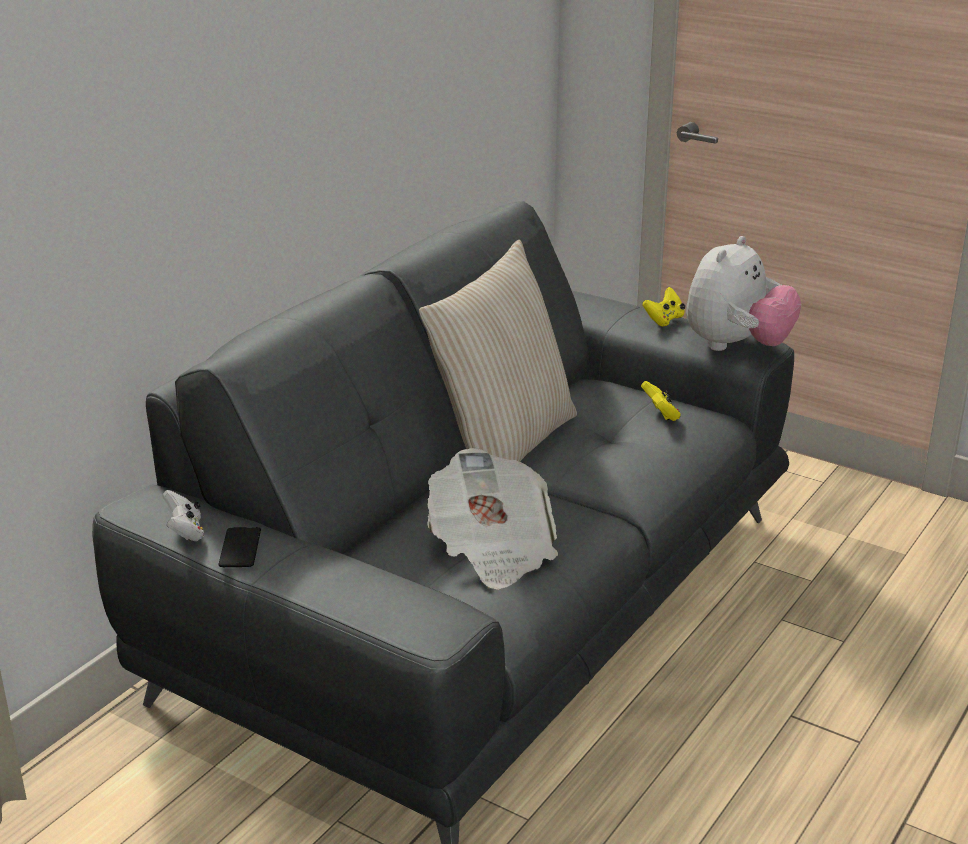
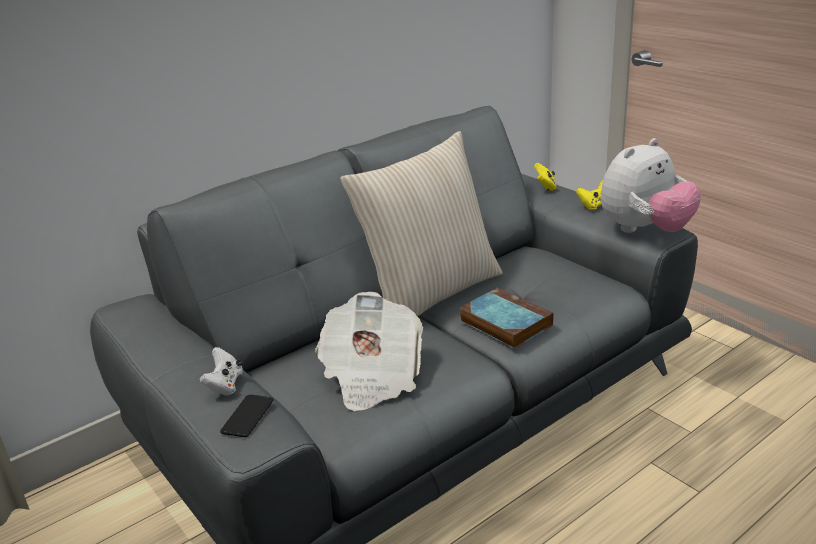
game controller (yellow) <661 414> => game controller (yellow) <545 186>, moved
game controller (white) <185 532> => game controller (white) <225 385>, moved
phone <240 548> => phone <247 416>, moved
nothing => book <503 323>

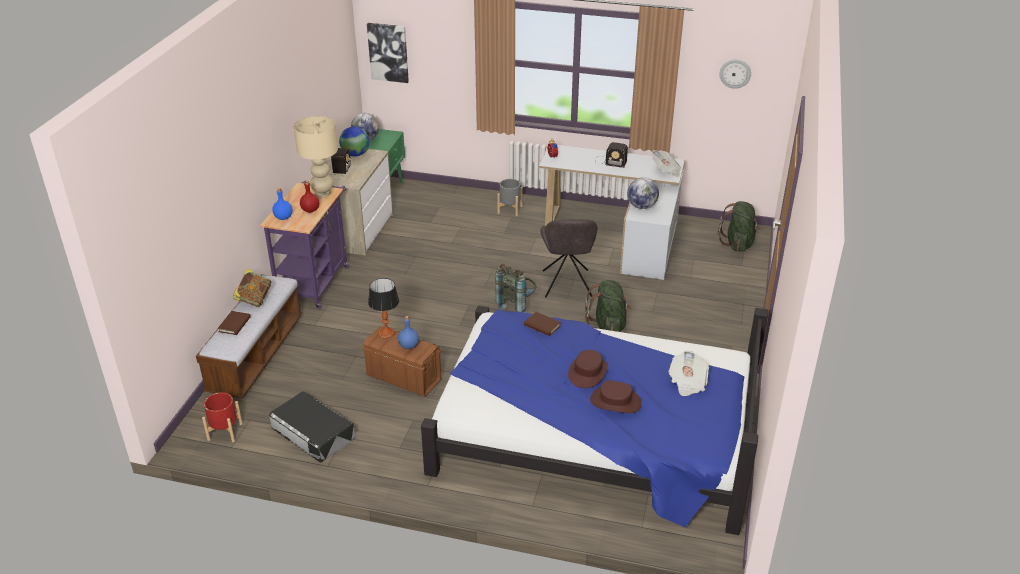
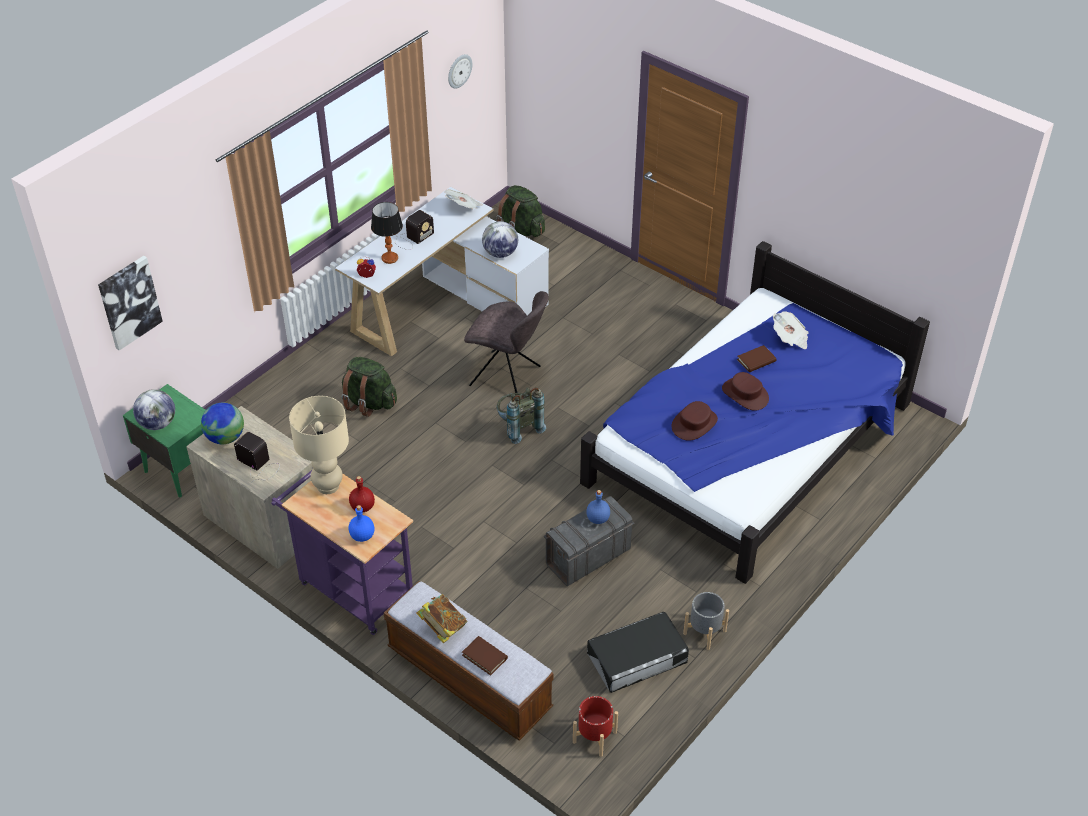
planter (grey) <509 209> => planter (grey) <704 632>, moved
table lamp <386 333> => table lamp <389 258>, moved
backpack (green) <608 326> => backpack (green) <369 402>, moved
book (brown) <542 325> => book (brown) <756 360>, moved
storage box (brown) <403 377> => storage box (grey) <587 557>
hat (brown) <615 401> => hat (brown) <694 424>, moved

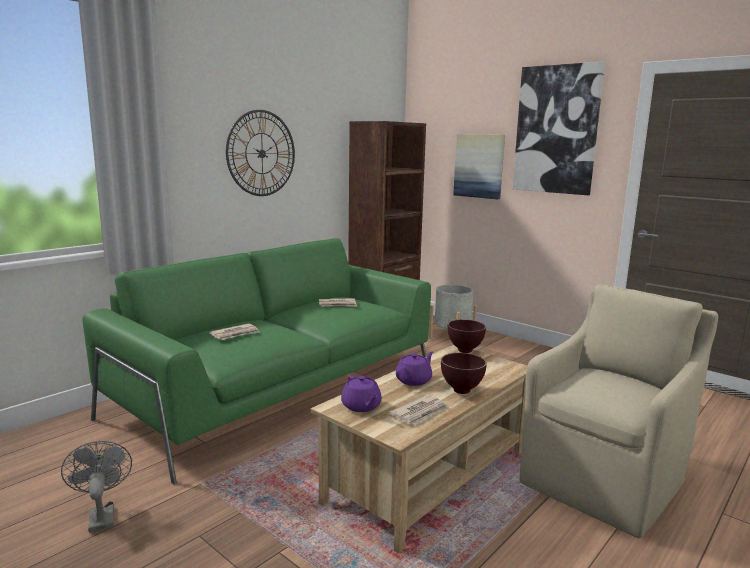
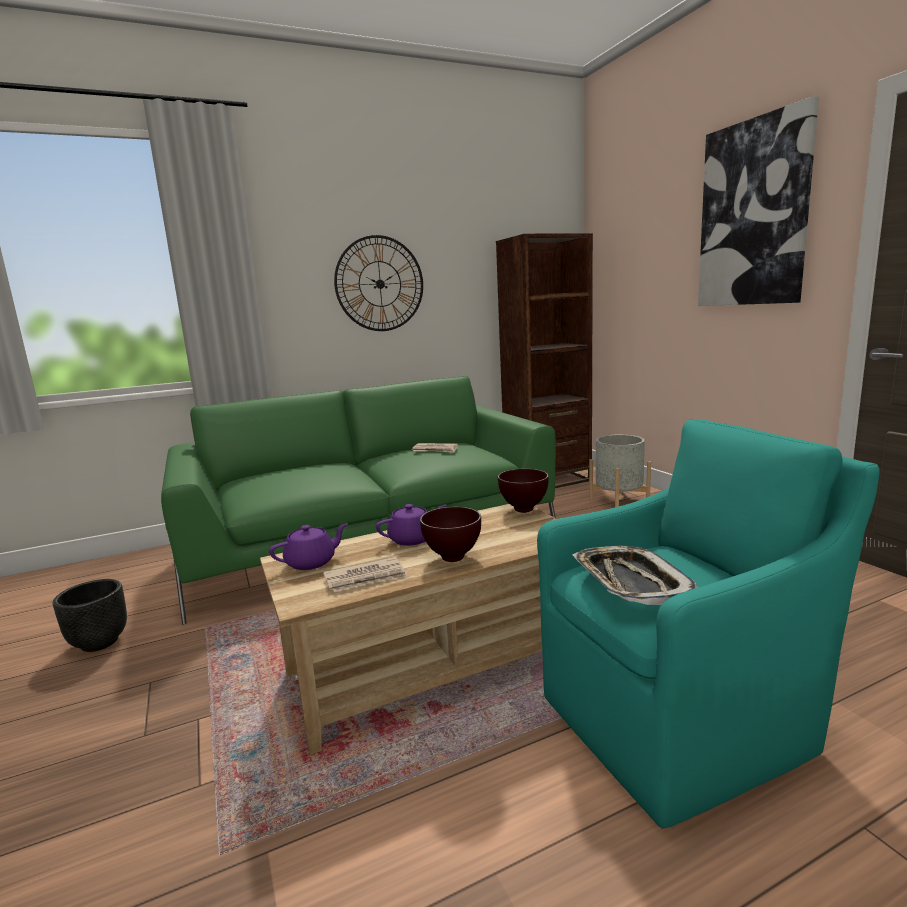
picture <479 166> => nothing
armchair (beige) <605 480> => armchair (turquoise) <680 721>
newspaper <235 334> => nothing
teapot (purple) <361 406> => teapot (purple) <312 562>, 120 degrees counterclockwise
fan (grey) <101 515> => planter (black) <98 643>
nothing => tray <630 581>

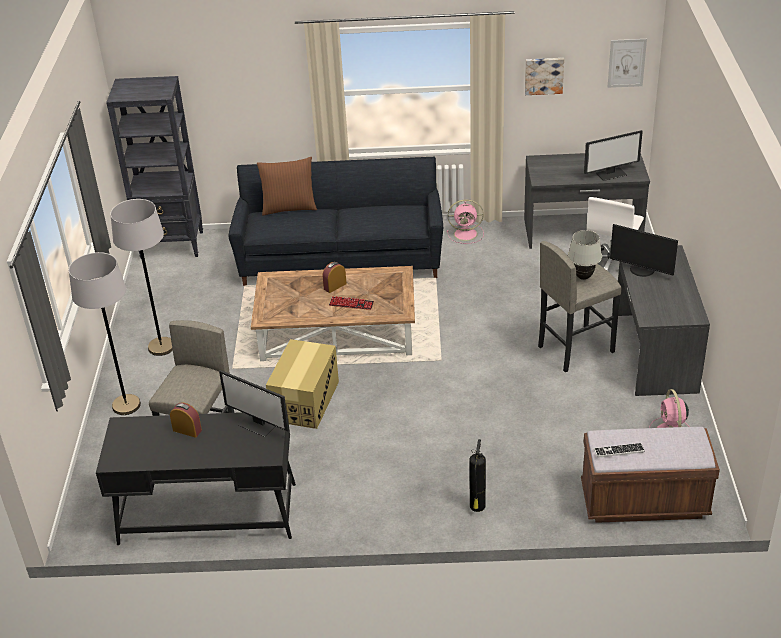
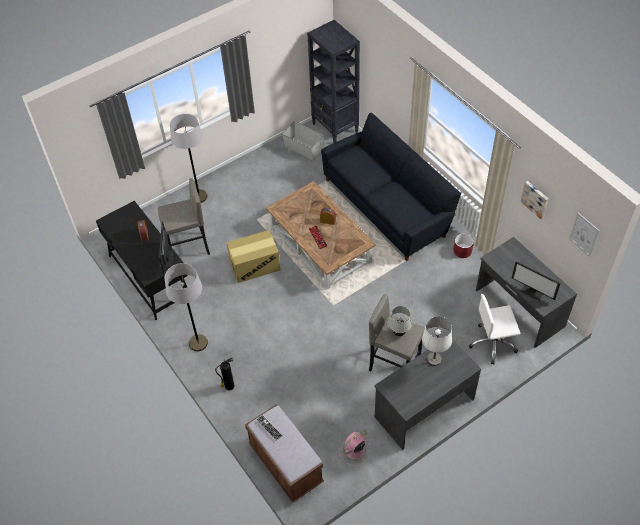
pillow (brown) <289 208> => nothing
floor lamp (grey) <161 347> => floor lamp (grey) <198 343>, moved
fan (pink) <466 234> => planter (red) <462 251>
monitor <641 270> => table lamp (white) <434 359>
nothing => storage box (grey) <303 148>

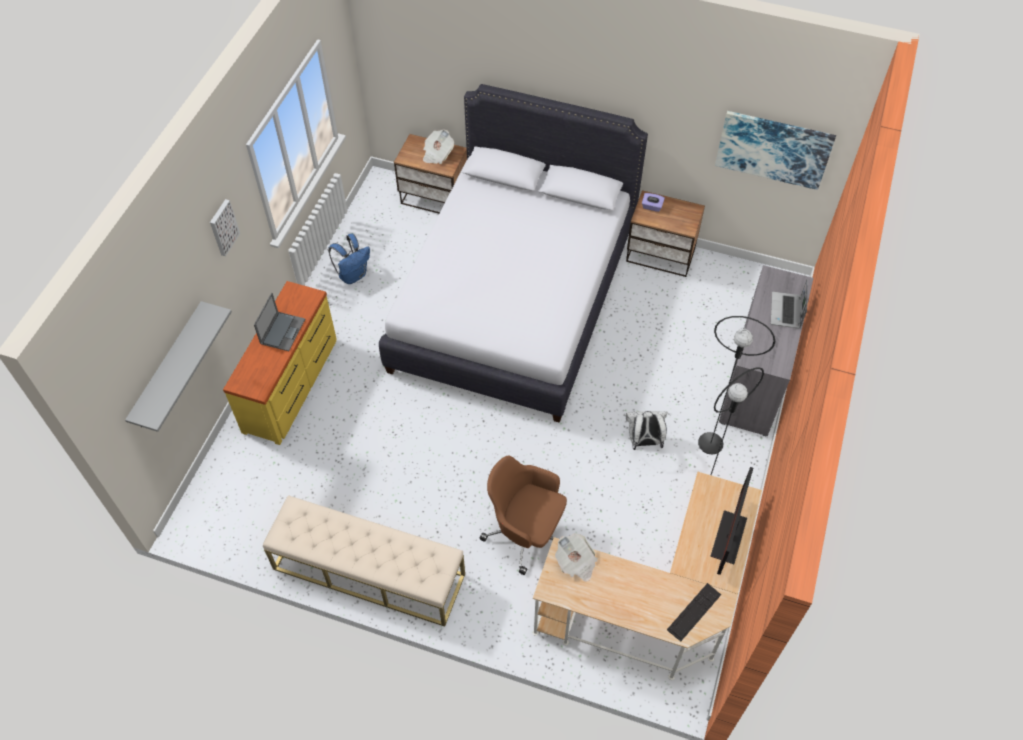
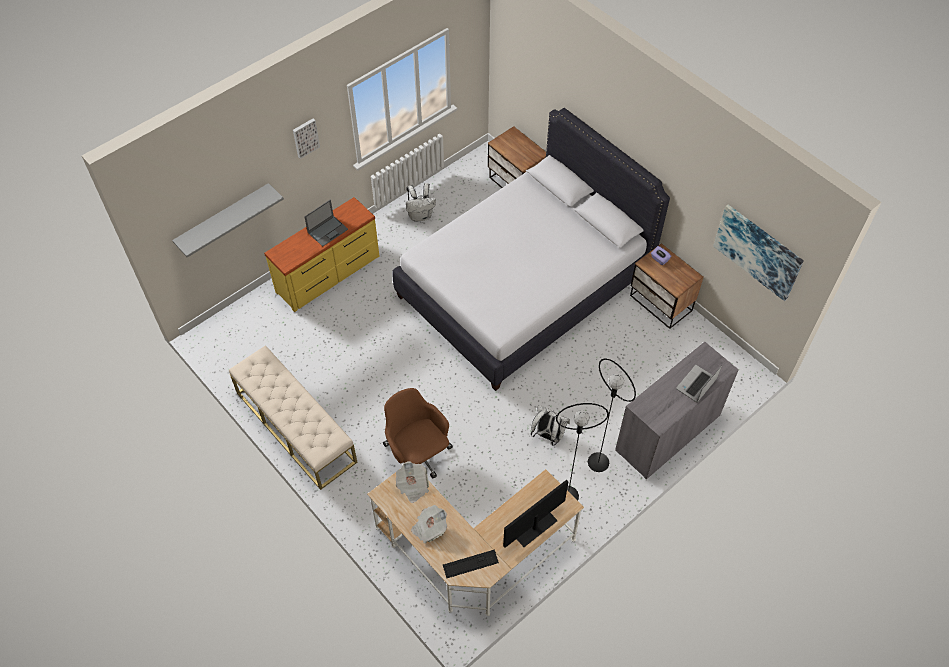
newspaper <437 154> => newspaper <429 528>, moved
backpack (blue) <353 275> => backpack (white) <420 215>

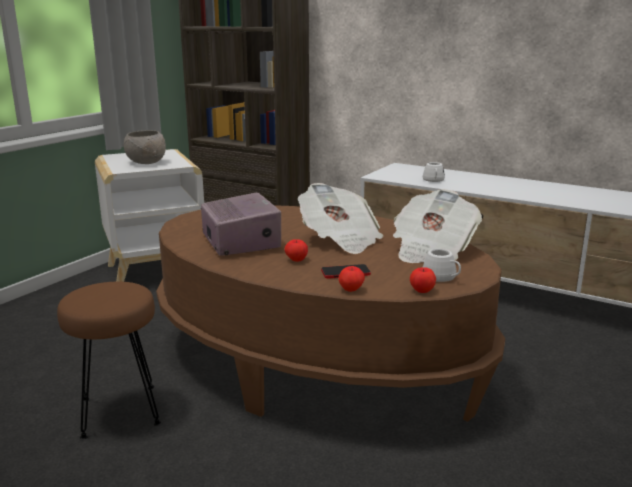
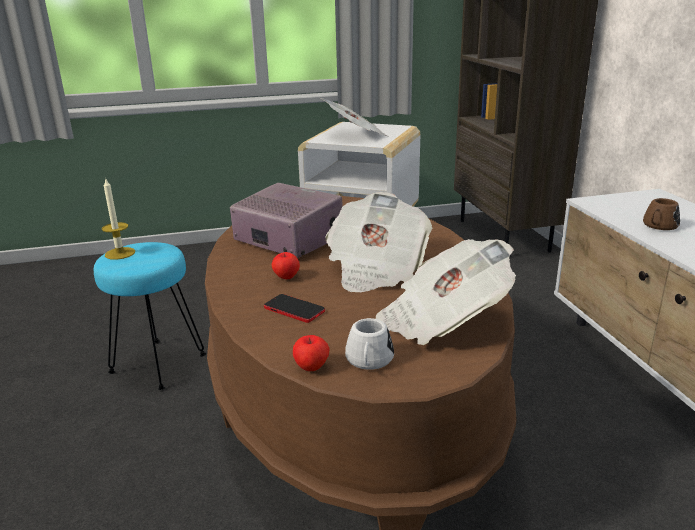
bowl (grey) <146 162> => newspaper <355 135>
mug (white) <433 180> => mug (brown) <658 226>
radio <241 242> => radio <288 240>, 75 degrees counterclockwise
apple <351 290> => nothing
stool (brown) <119 412> => stool (turquoise) <157 364>
nothing => candle <120 253>

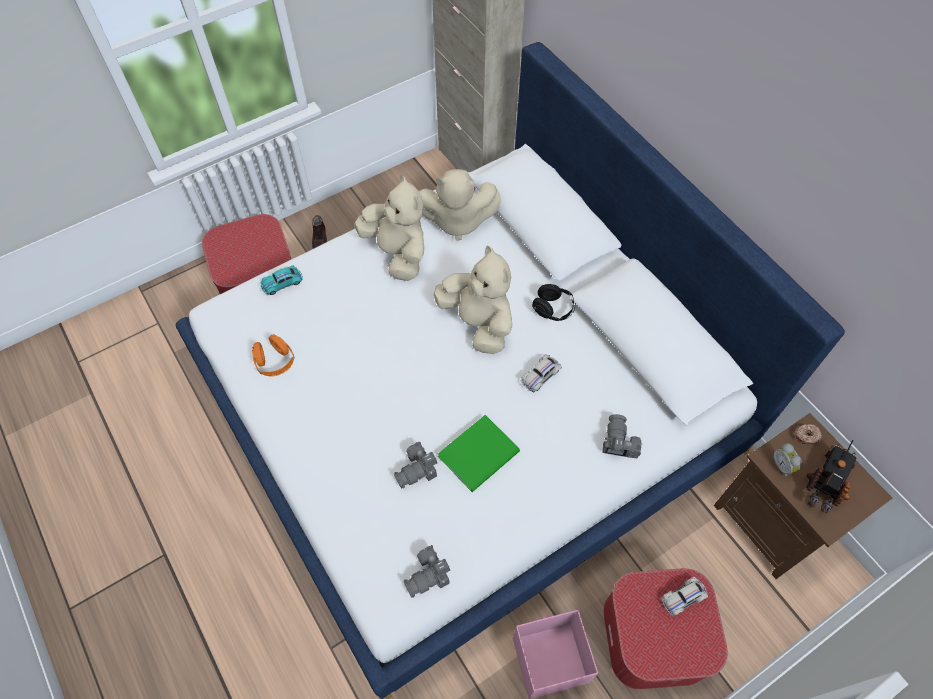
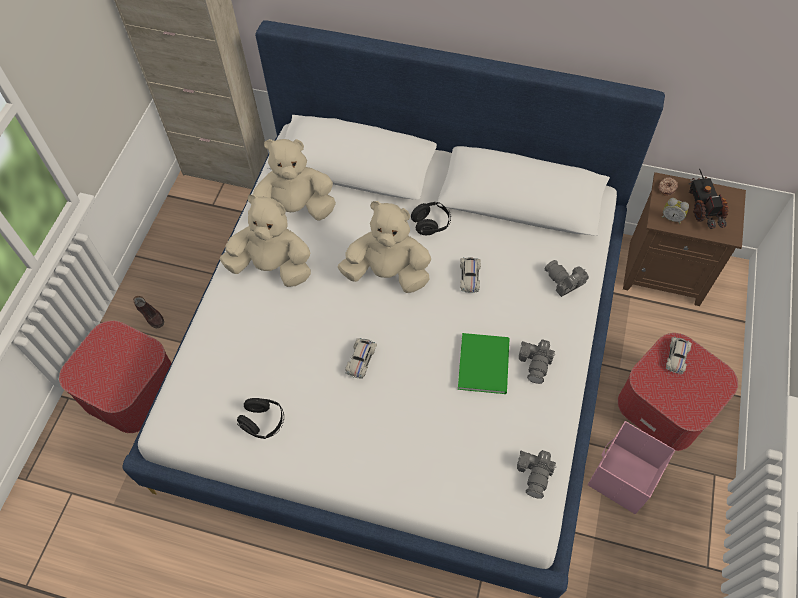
plush toy (beige) <458 221> => plush toy (beige) <295 209>, 150 degrees counterclockwise
toy car (turquoise) <282 283> => nothing
headphones (orange) <275 362> => headphones (black) <263 422>
photo camera <417 470> => photo camera <536 364>, moved
nothing => toy car (white) <361 360>

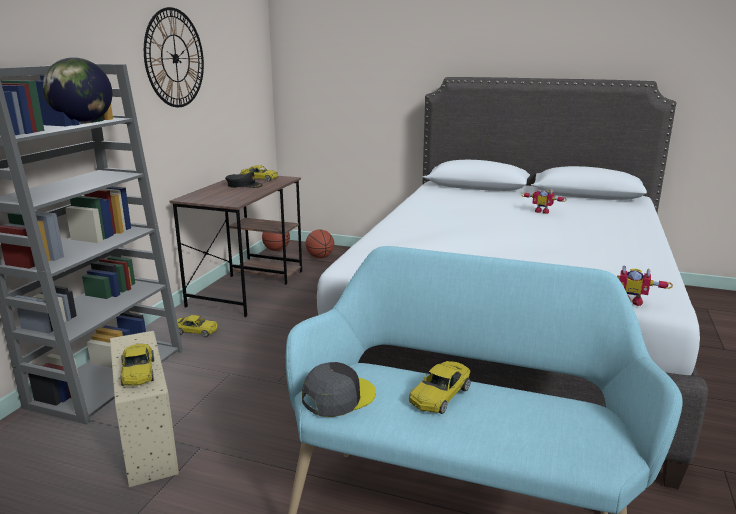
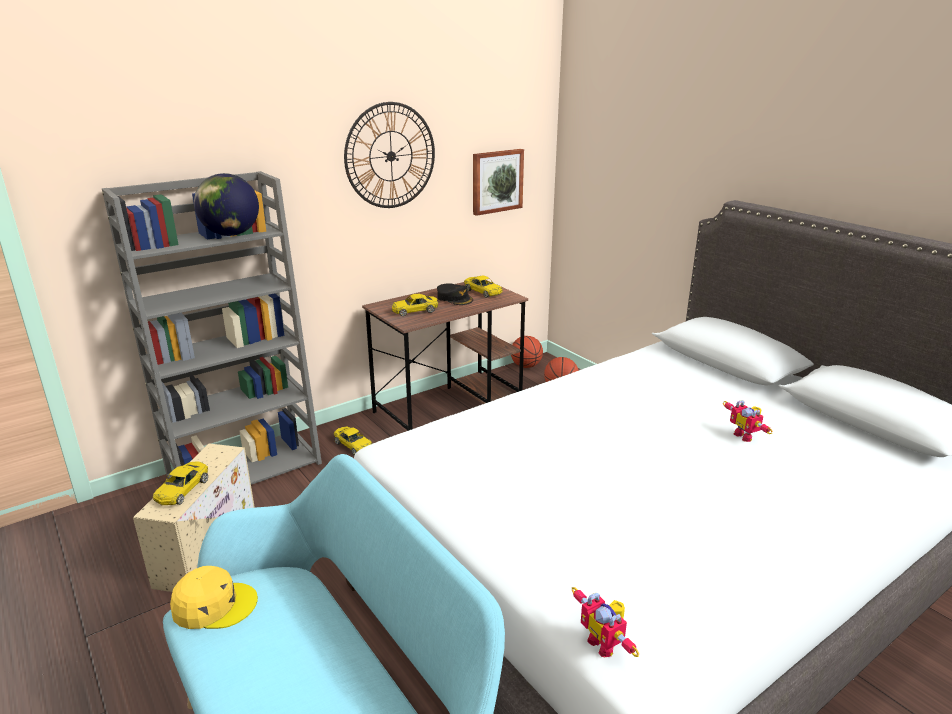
toy car (yellow) <440 395> => toy car (yellow) <415 311>, moved
cap (grey) <338 397> => cap (yellow) <214 605>
nothing => picture <496 181>

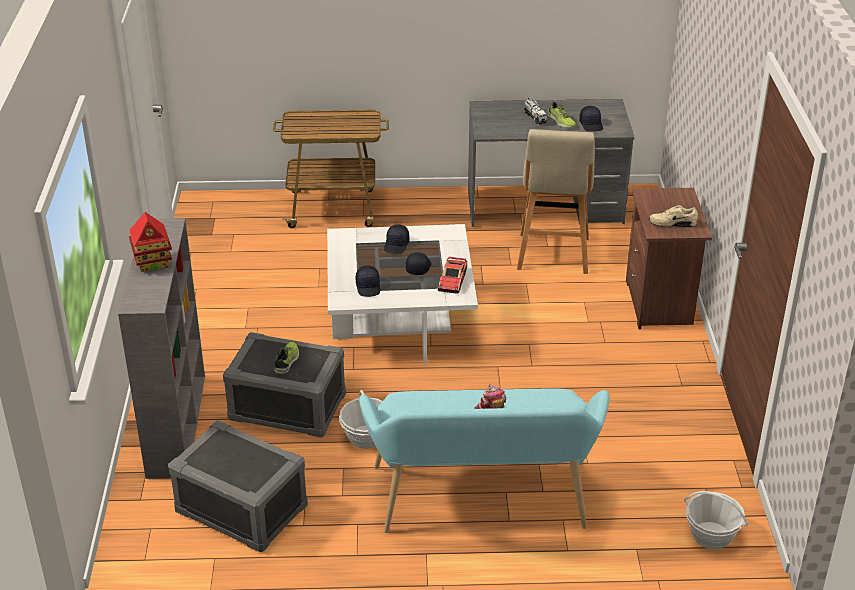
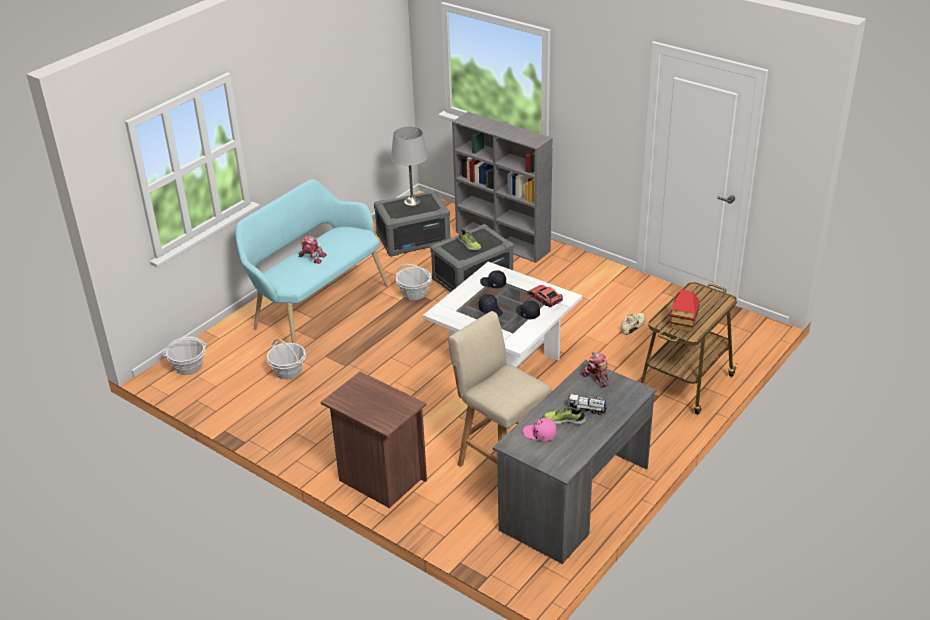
cap (black) <591 124> => cap (pink) <539 434>
shoe (beige) <672 223> => shoe (beige) <633 326>, moved
toy house <153 263> => toy house <683 324>, moved
toy car <452 280> => toy car <544 298>, moved
nothing => table lamp (grey) <412 201>
nothing => basket <288 371>
nothing => toy robot <596 377>

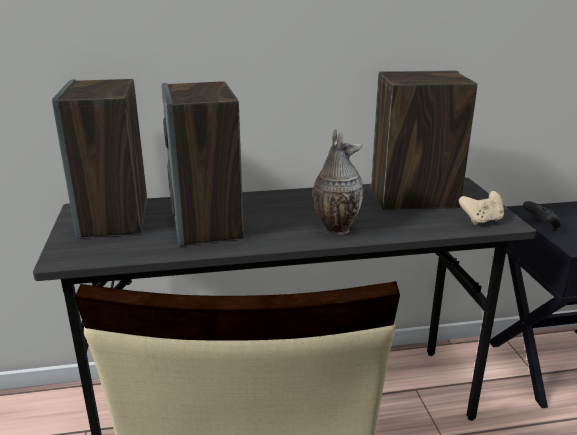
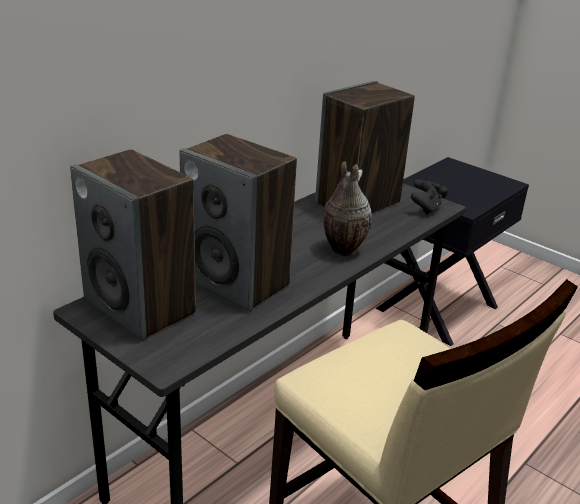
game controller (beige) <481 220> => game controller (black) <425 209>

